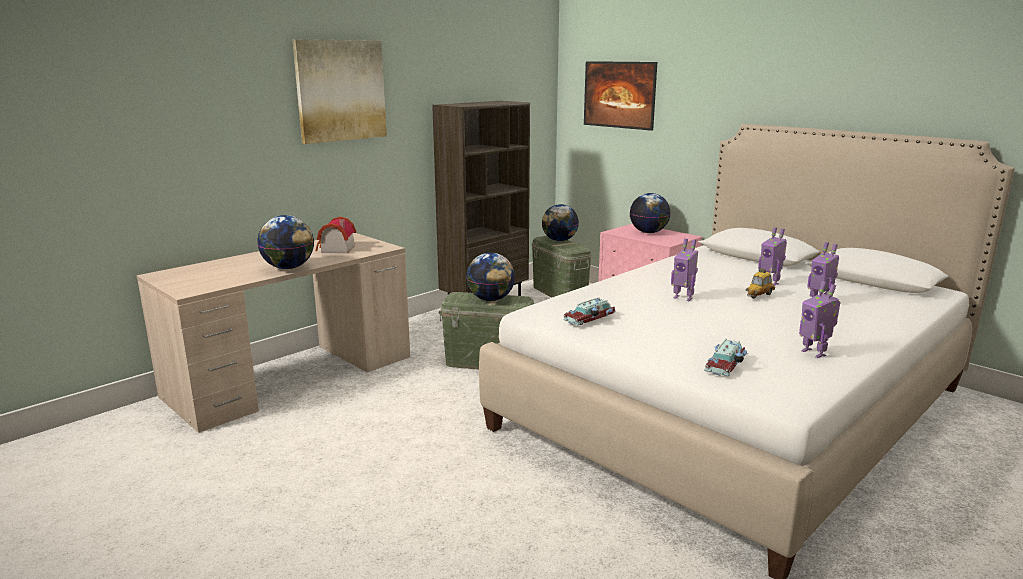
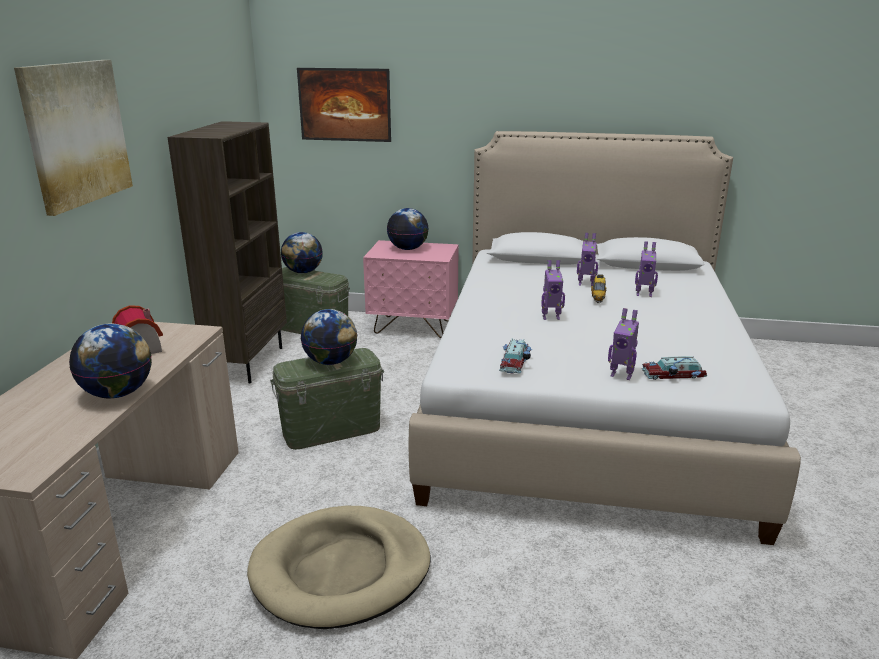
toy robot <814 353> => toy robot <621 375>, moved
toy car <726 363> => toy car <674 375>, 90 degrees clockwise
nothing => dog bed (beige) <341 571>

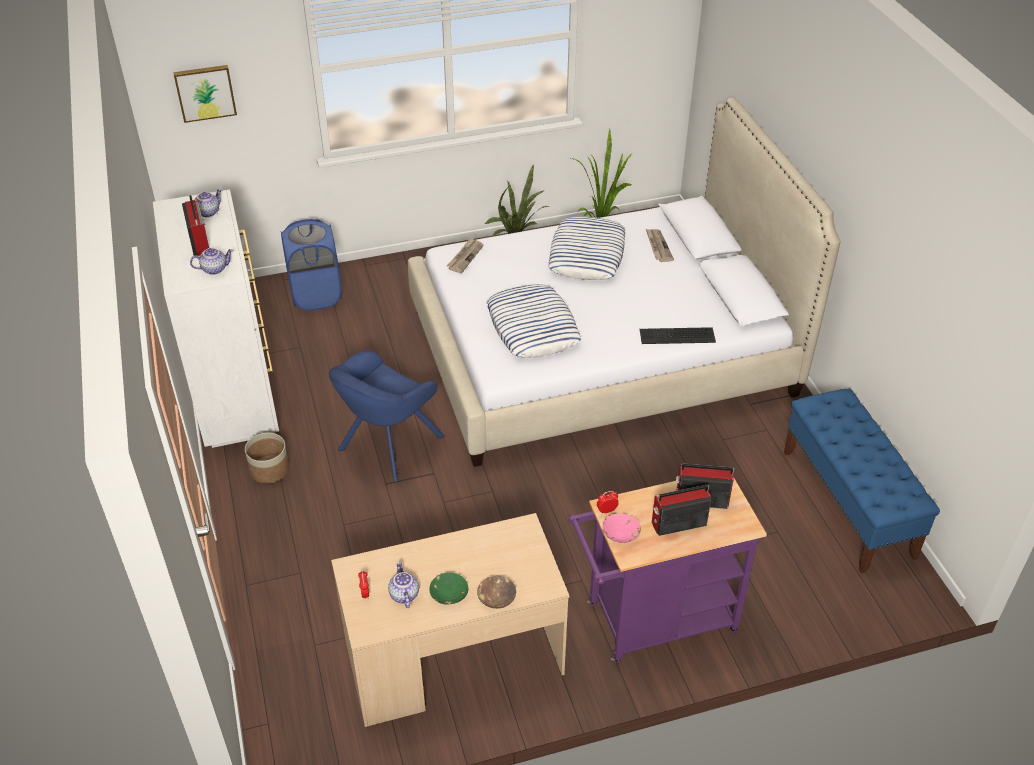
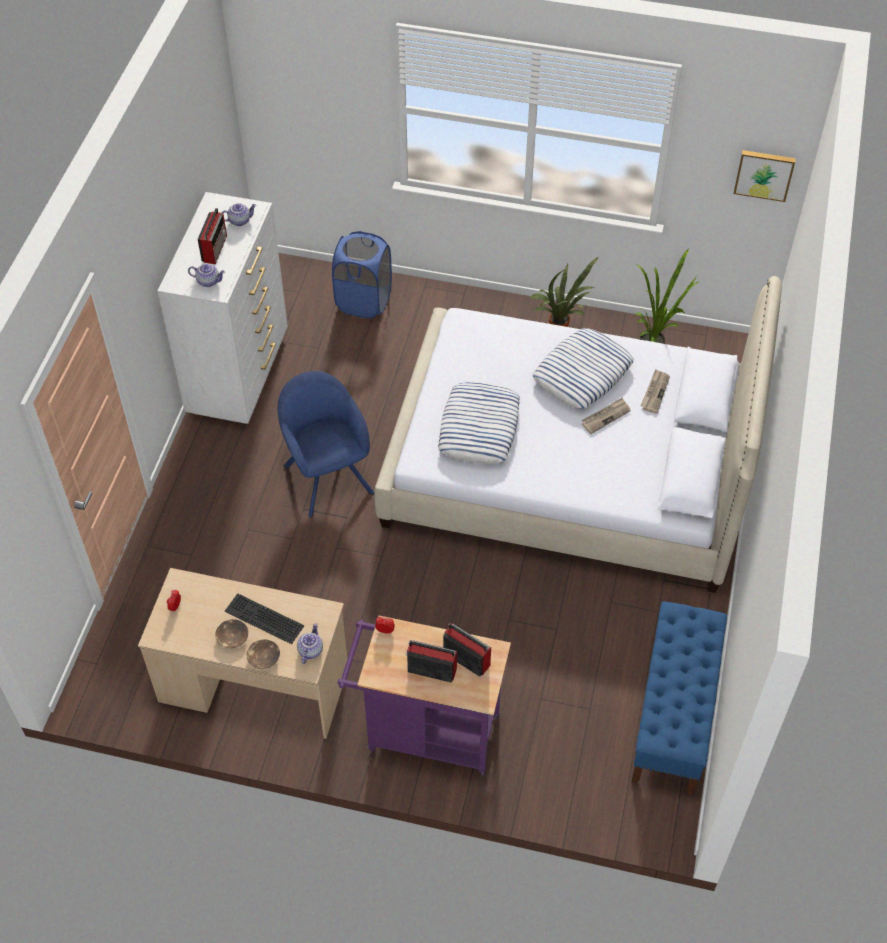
picture <205 92> => picture <764 174>, moved
newspaper <465 257> => newspaper <605 416>, moved
keyboard <676 337> => keyboard <262 619>, moved
armchair (blue) <387 446> => armchair (blue) <326 475>, 90 degrees clockwise
planter <269 470> => nothing
bowl (pink) <621 534> => nothing
teapot <403 594> => teapot <310 650>, moved
bowl (green) <448 594> => bowl (brown) <232 637>

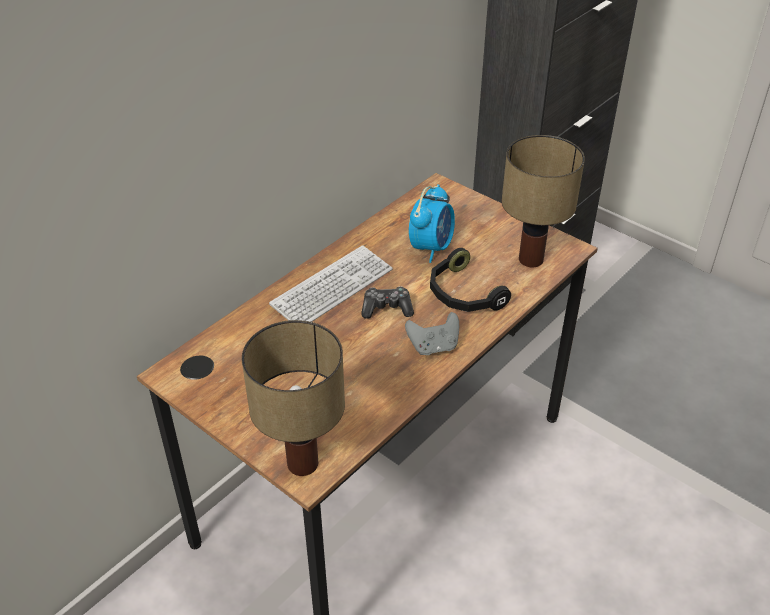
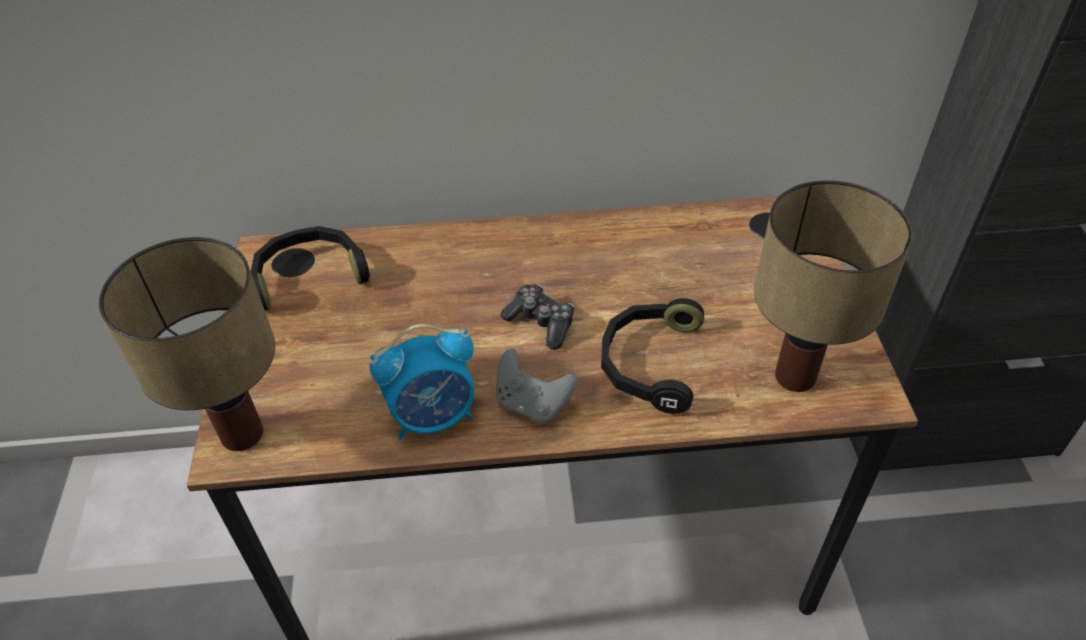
alarm clock <431 247> => alarm clock <433 416>, moved
keyboard <332 288> => nothing
nothing => headphones (black) <309 275>

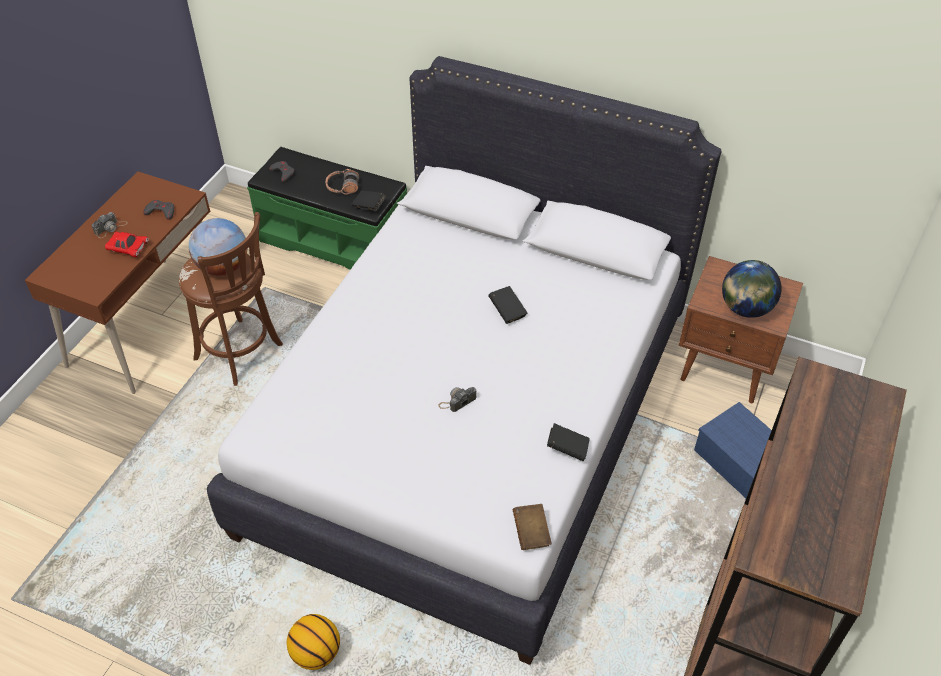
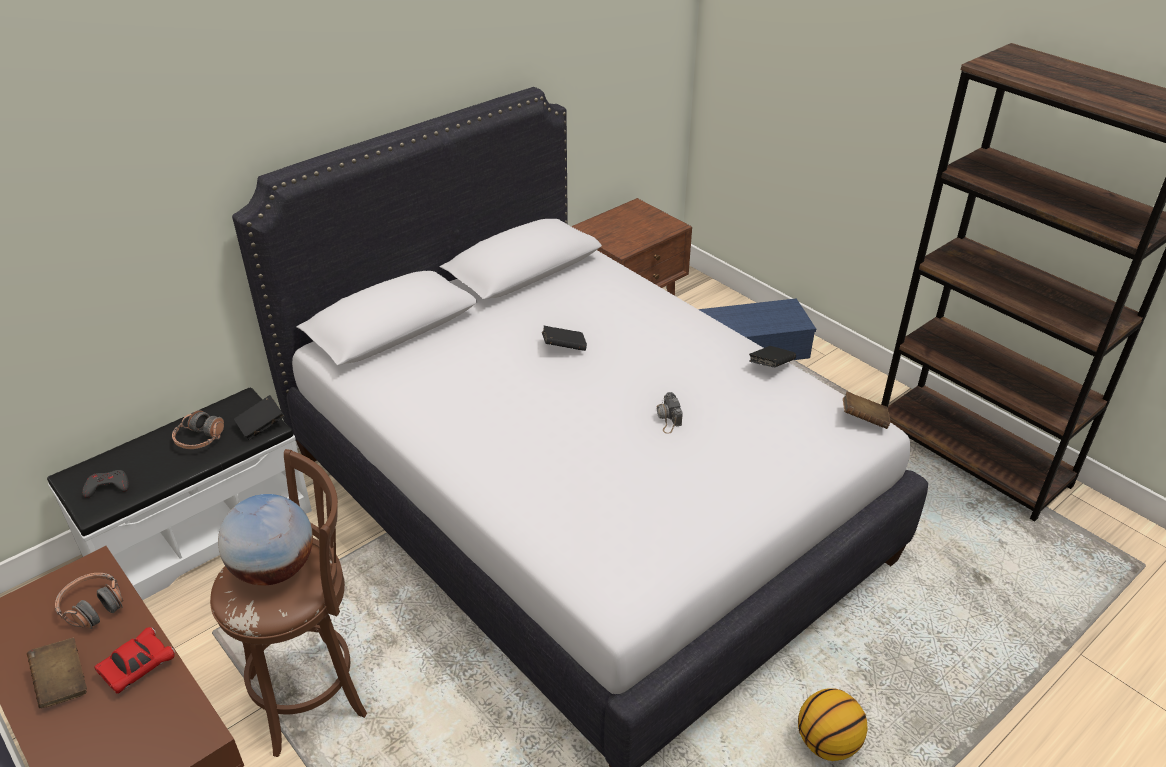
bench (green) <335 241> => bench (white) <200 533>
game controller (grey) <161 212> => headphones <93 607>
photo camera <110 228> => book (brown) <63 682>
globe <745 309> => nothing

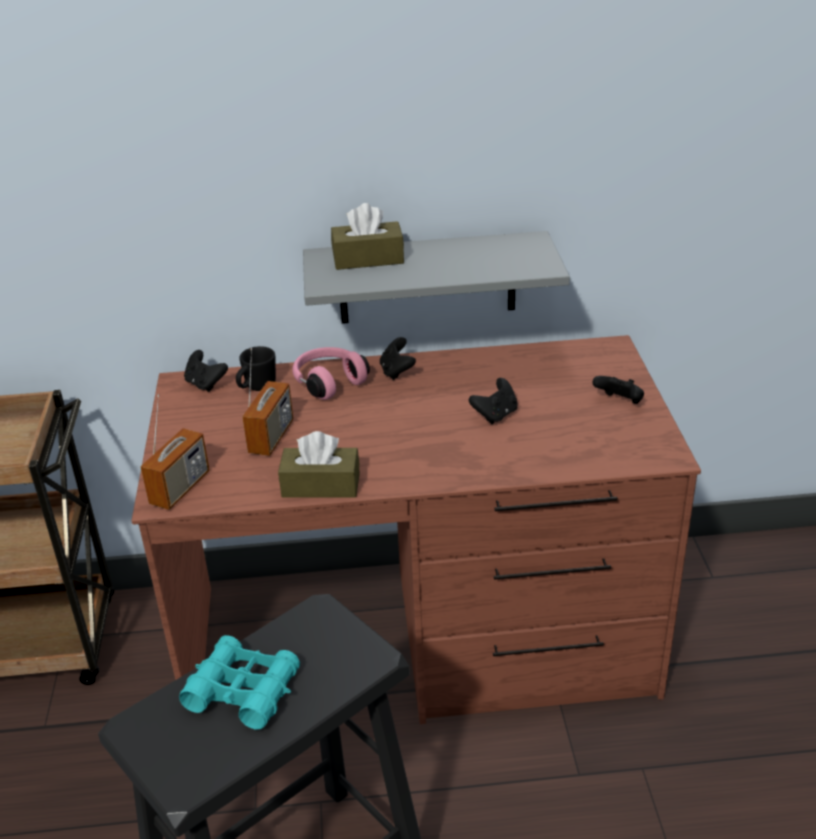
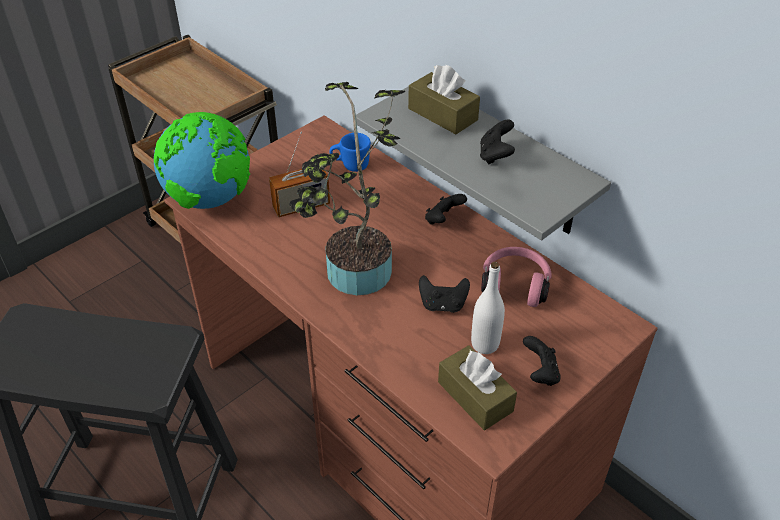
mug (black) <256 388> => mug (blue) <350 165>
headphones (pink) <328 382> => headphones (pink) <515 285>, moved
game controller (black) <205 384> => game controller (black) <495 155>, moved
radio <180 488> => globe <210 199>
tissue box (brown) <321 485> => tissue box (brown) <475 396>, moved
binoculars (turquoise) <243 691> => nothing
nothing => potted plant <354 276>
nothing => bottle (white) <485 344>

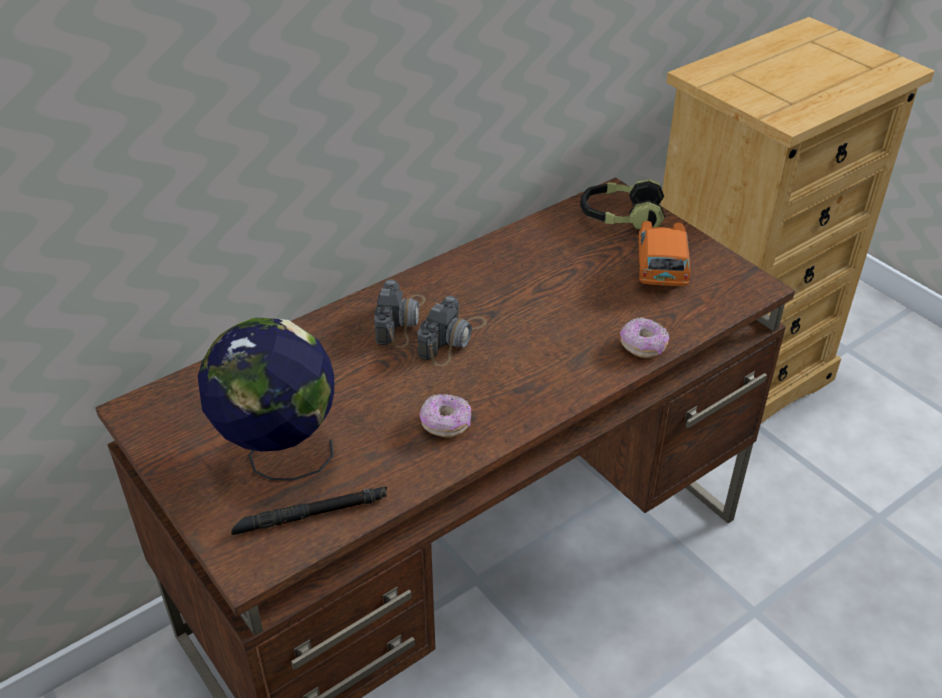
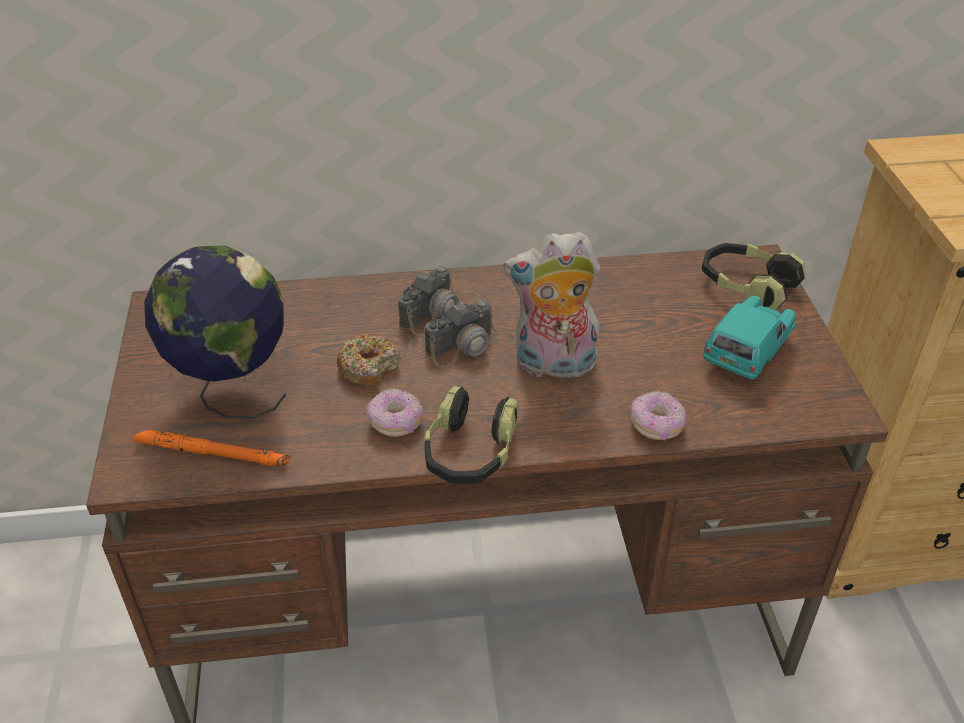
toy car (orange) <661 267> => toy car (turquoise) <747 352>
flashlight (black) <311 515> => flashlight (orange) <212 454>
nothing => plush toy <553 366>
nothing => donut <368 368>
nothing => headphones <470 454>

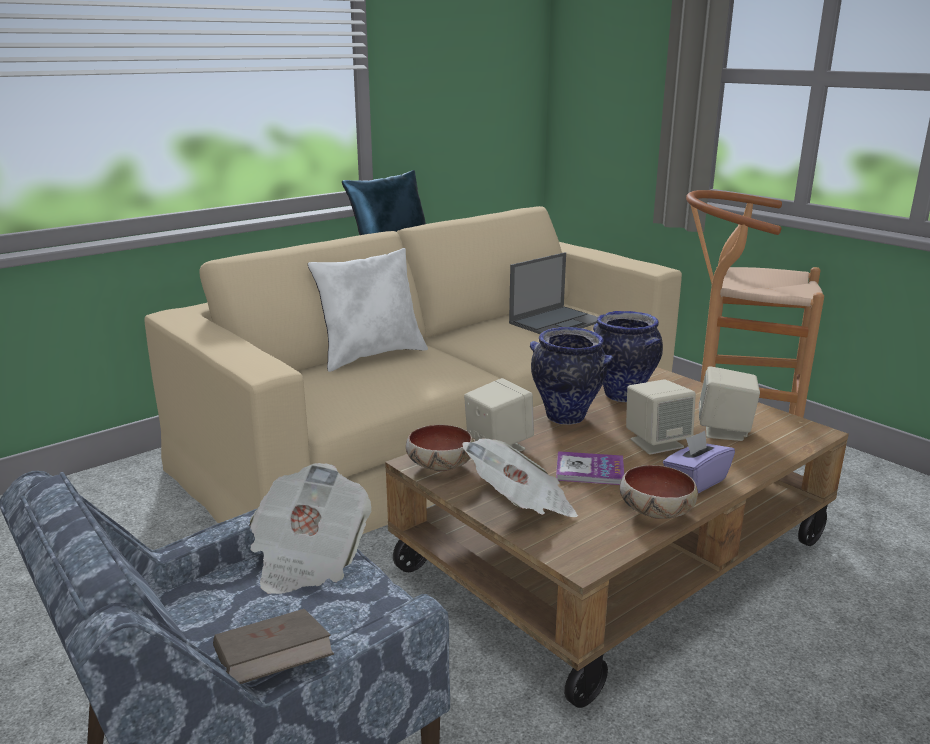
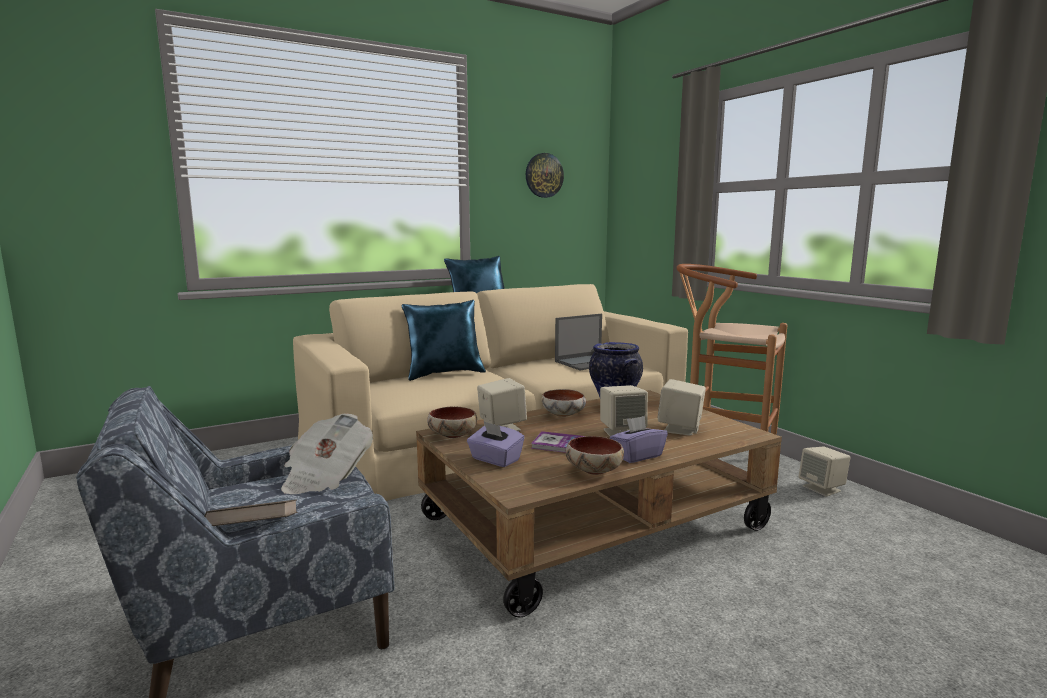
pillow (white) <371 355> => pillow (blue) <444 374>
vase <567 417> => bowl <564 415>
newspaper <521 505> => tissue box (purple) <495 460>
nothing => wall clock <544 175>
nothing => speaker (beige) <822 488>

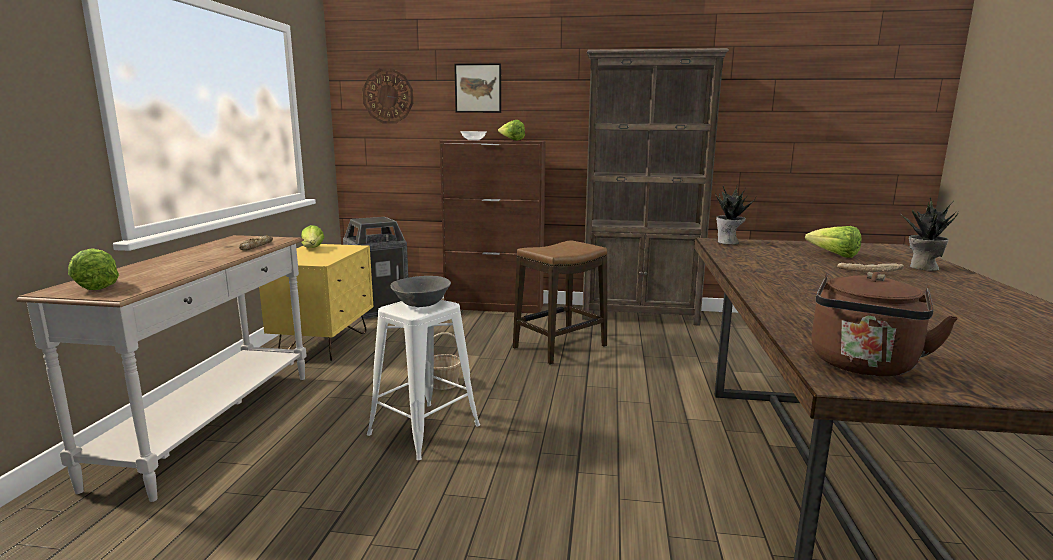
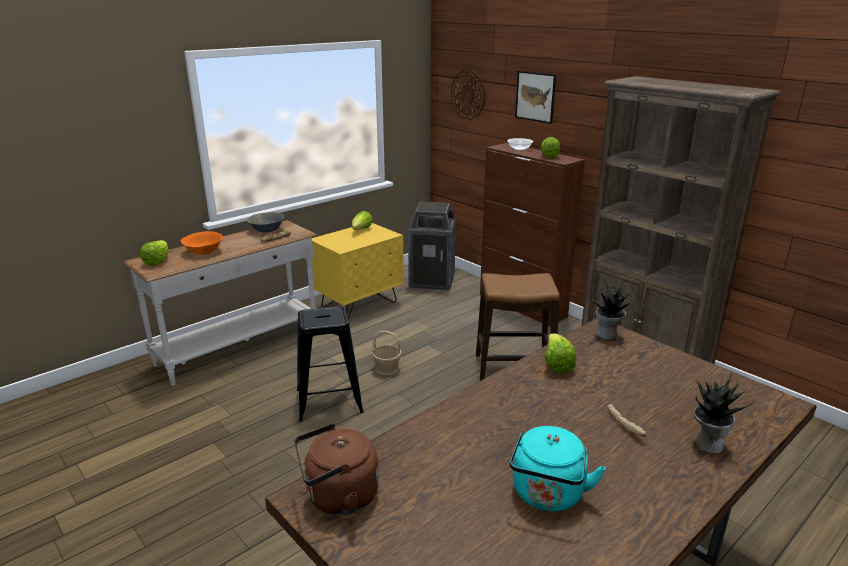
lettuce <834 255> => lettuce <557 364>, moved
bowl (grey) <421 303> => bowl (grey) <267 230>, moved
stool (white) <423 430> => stool (black) <328 401>
nothing => bowl (orange) <203 251>
nothing => kettle (turquoise) <547 496>

